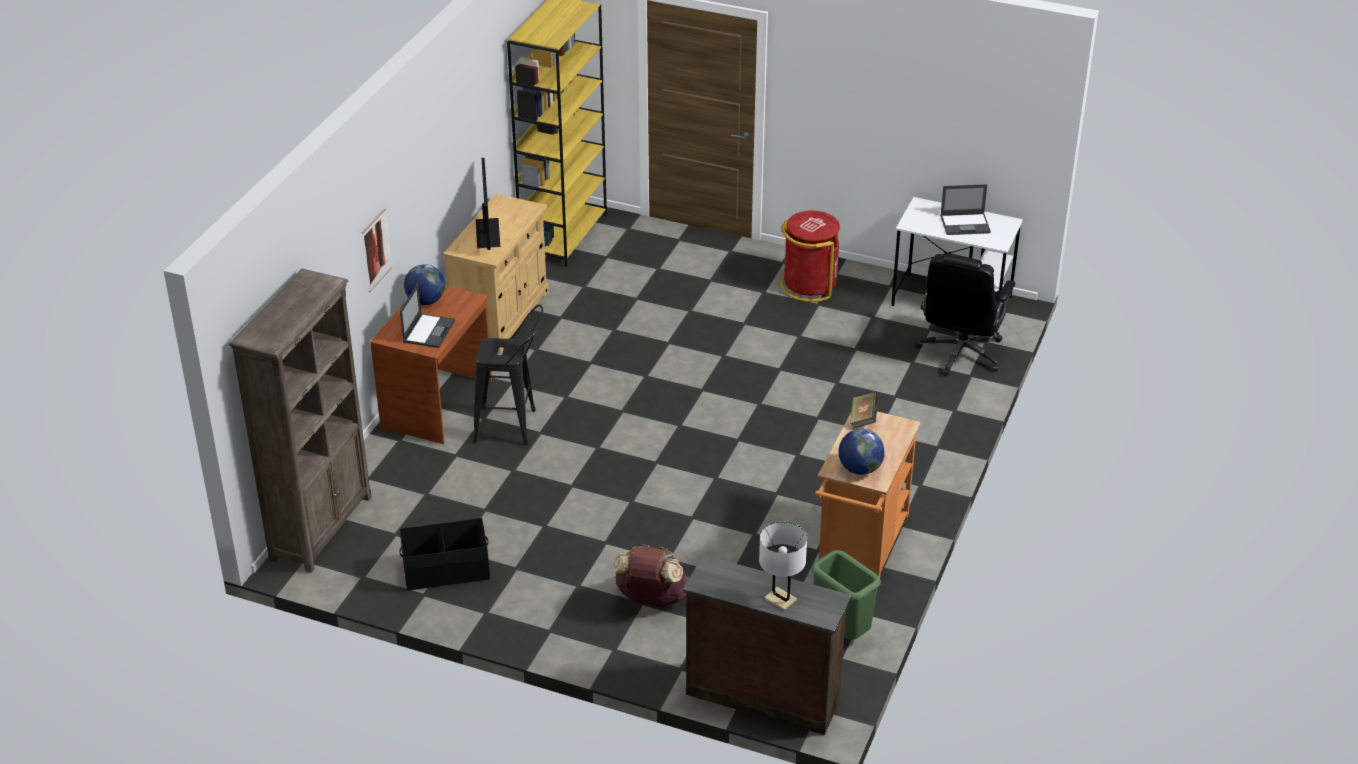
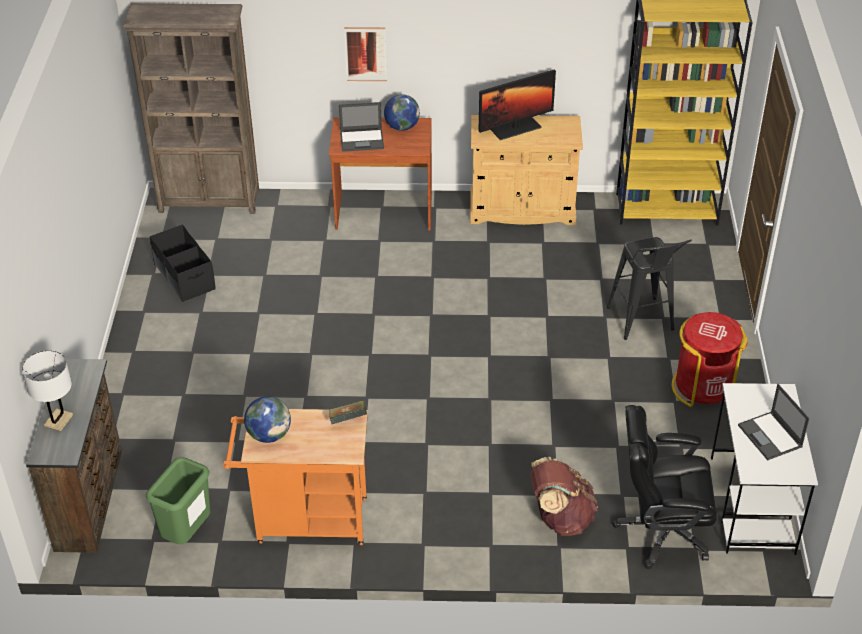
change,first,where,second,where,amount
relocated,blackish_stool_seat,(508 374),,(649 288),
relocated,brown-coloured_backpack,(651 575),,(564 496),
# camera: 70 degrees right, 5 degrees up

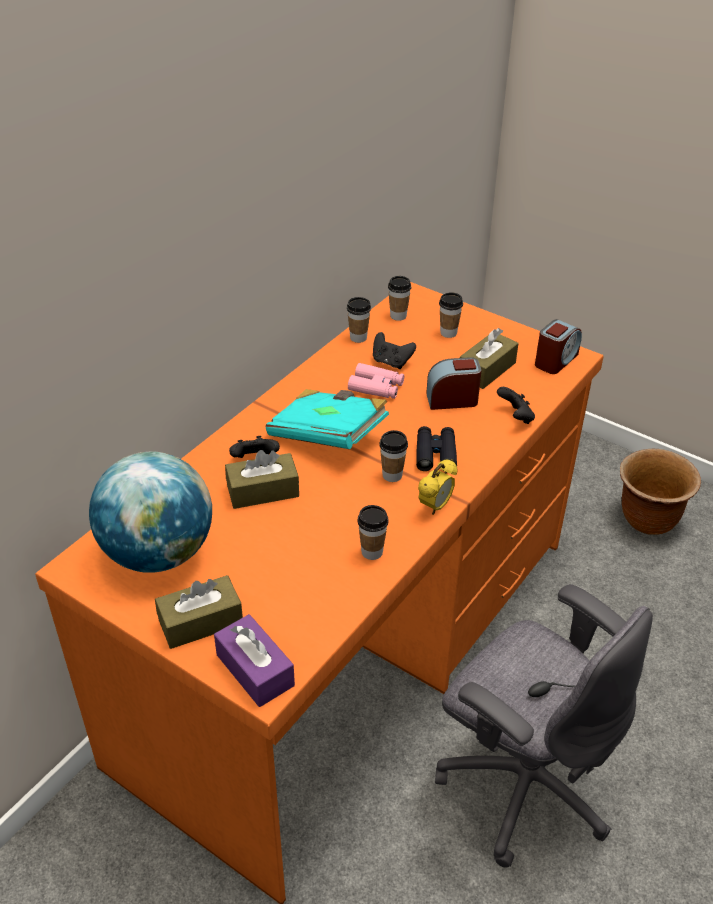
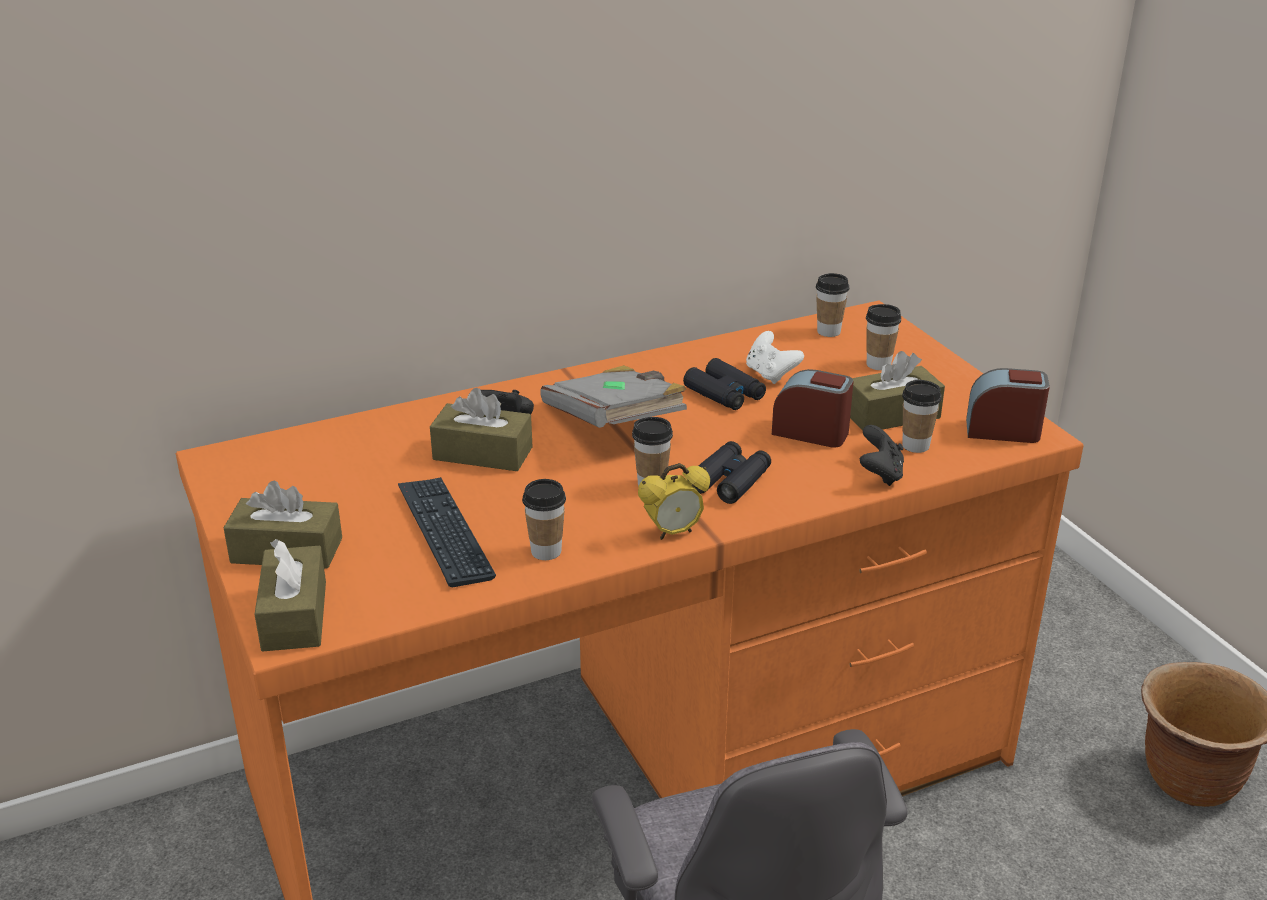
change,first,where,second,where,amount
relocated,cup,(359 320),,(922 416),
spun,bedside_clock,(558 346),,(1008 405),150 degrees counterclockwise
colour,blackish_gamepad,(394 350),white-coloured_gamepad,(775 357),
colour,pinkish_pair_of_binoculars,(376 381),blackish_pair_of_binoculars,(724 384),
colour,turquoise-coloured_bound_book,(327 419),greyish_bound_book,(614 396),
missing,desk_globe,(150 512),,,
colour,purple-coloured_tissue_box,(254 660),brown-coloured_tissue_box,(290 595),
appeared,,,PC_keyboard,(447 532),
# camera: 30 degrees right, 10 degrees down

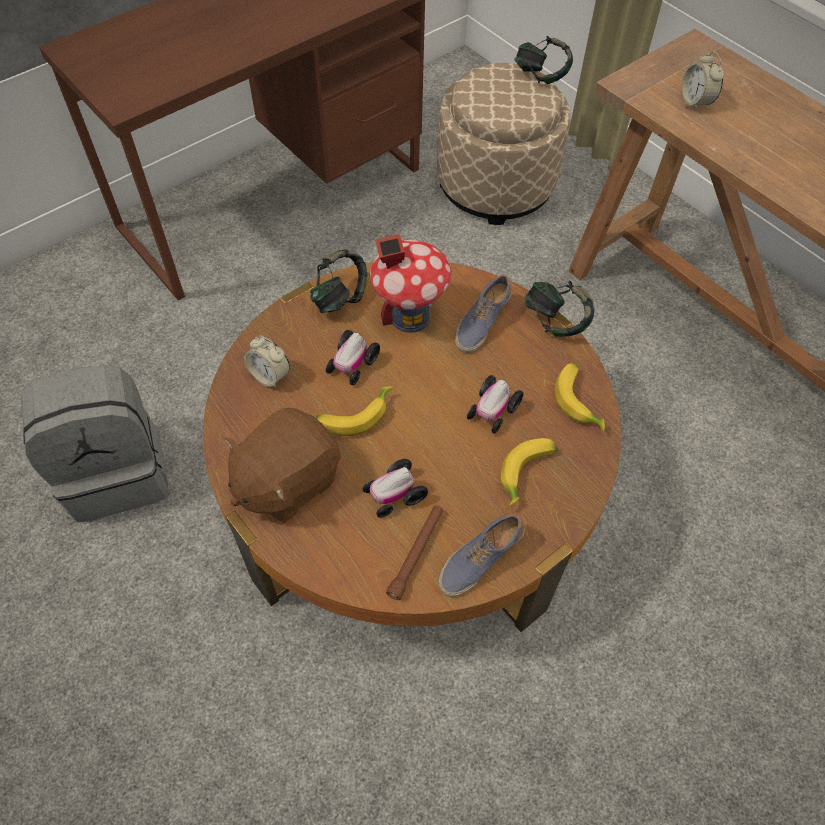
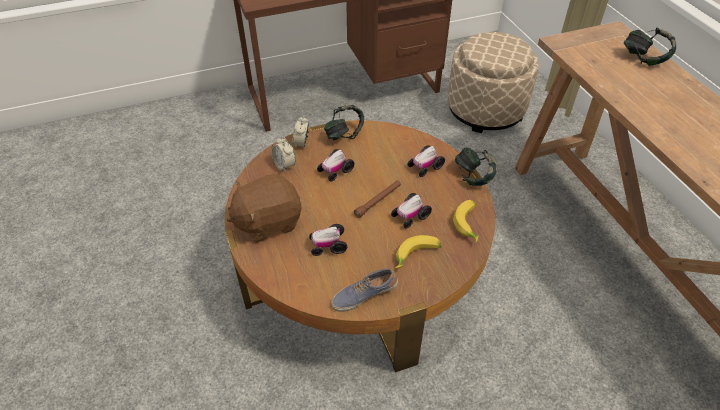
change,first,where,second,where,amount
relocated,pair_of_headphones,(543 60),,(650 47),
relocated,bedside_clock,(702 81),,(300 132),
missing,model_house,(411 283),,,
exchanged,item_of_footwear,(483 313),miniature_car,(426 161),
missing,greyish_backpack,(95 444),,,
missing,banana,(355 411),,,
relocated,brown-coloured_hand_torch,(414 553),,(377 199),
# camera: 20 degrees right, 10 degrees down

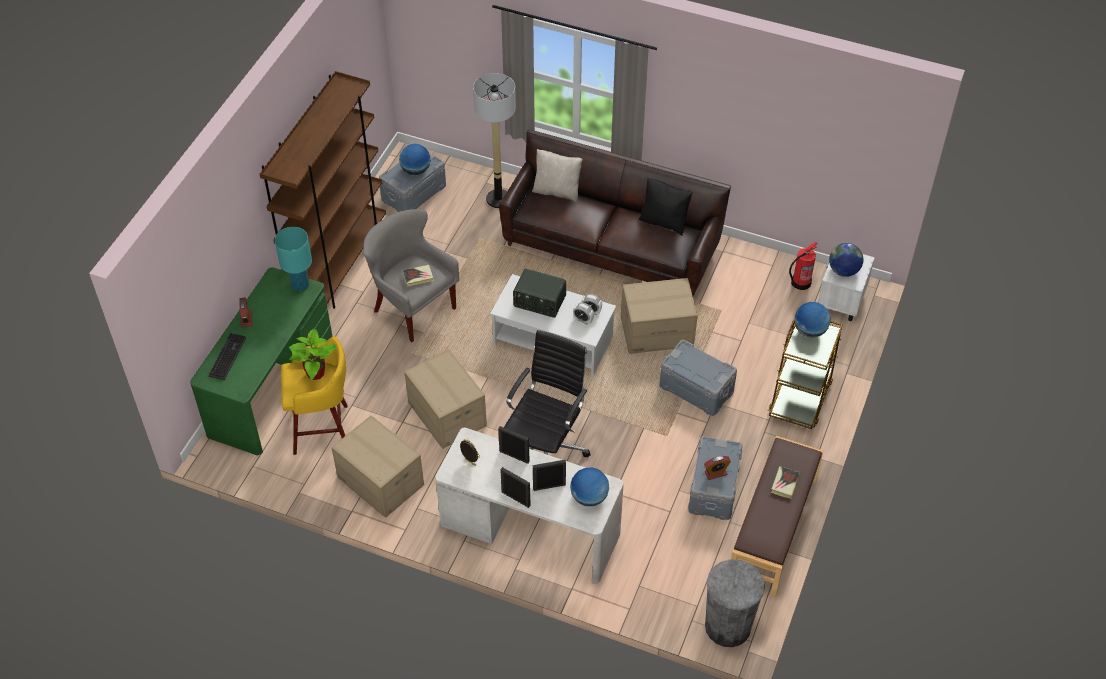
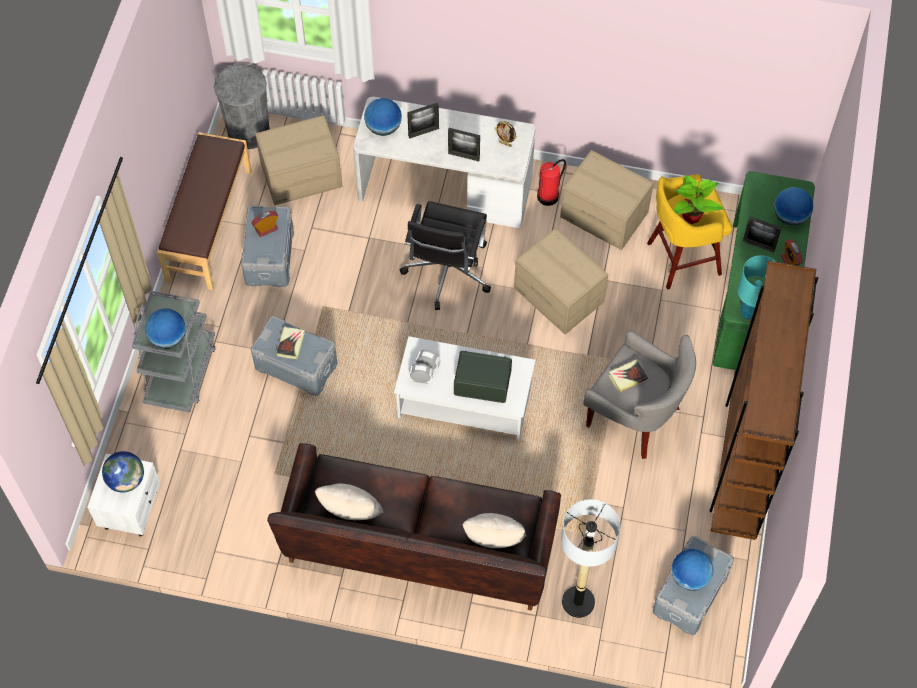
change,first,where,second,where,amount
colour,blackish_cushion,(665 206),beige-coloured_cushion,(349 502),
relocated,extinguisher,(803 265),,(551 182),
relocated,packing_box,(659 316),,(299 160),
colour,brown-coloured_wheeled_cart,(806 374),greyish_wheeled_cart,(174 352),
exchanged,PC_keyboard,(227 356),desk_globe,(793 206),
relocated,bound_book,(785 482),,(290 343),
relocated,picture_frame,(515 487),,(762 234),
# camera: 170 degrees right, 10 degrees up

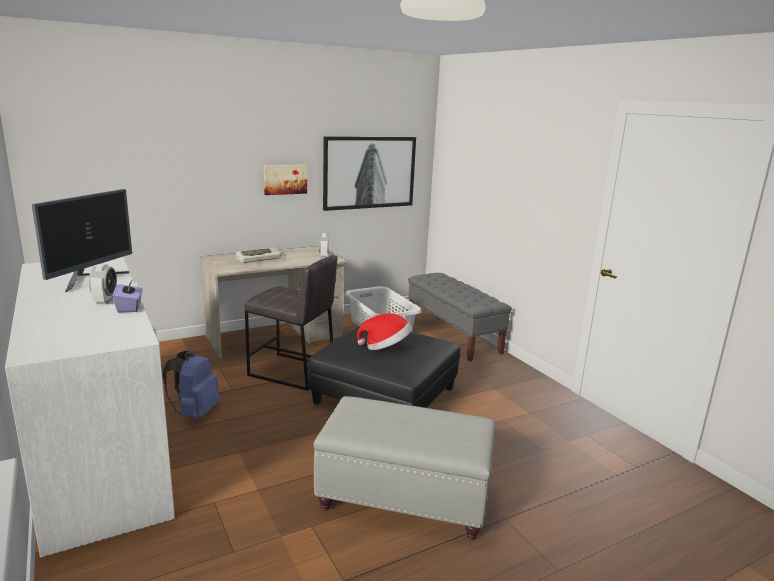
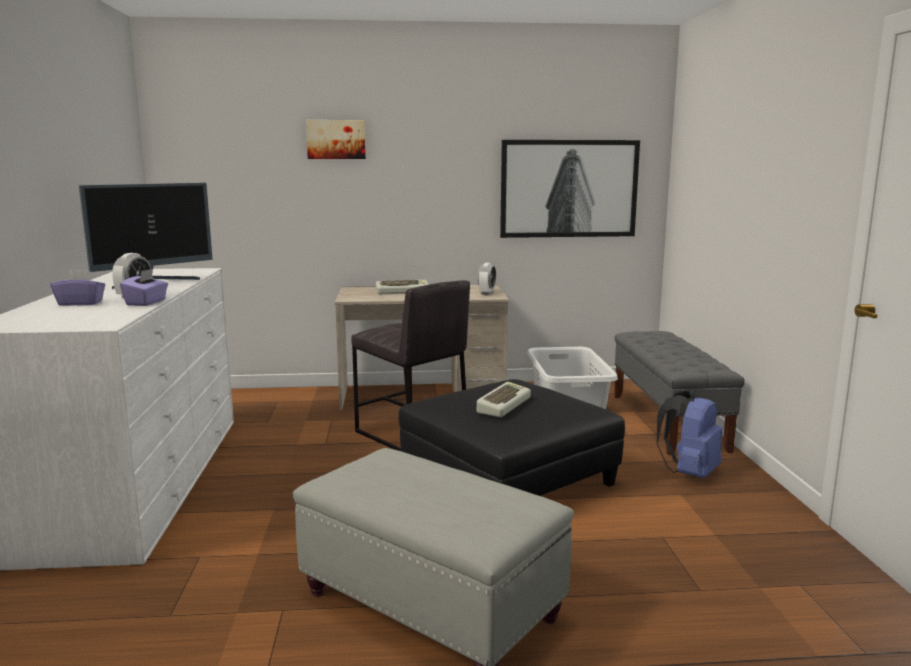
change,first,where,second,where,amount
relocated,picture,(285 180),,(336 139),
exchanged,wearable_hat,(384 331),PC_keyboard,(504 399),
relocated,blue_backpack,(191 384),,(690 434),
appeared,,,purple-coloured_tissue_box,(77 287),
# camera: 25 degrees right, 5 degrees down

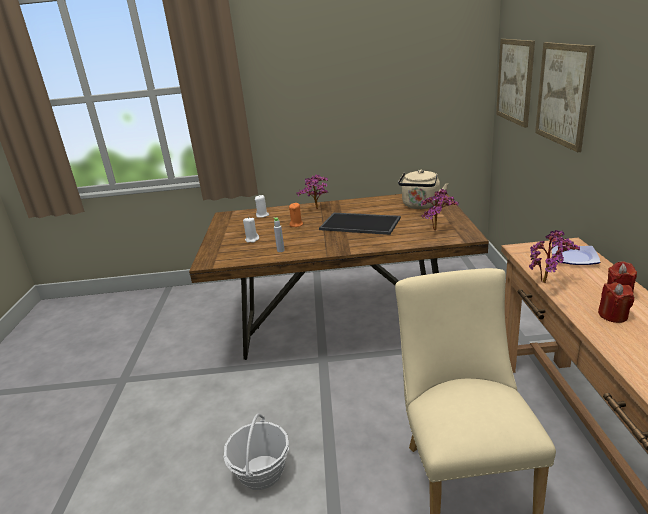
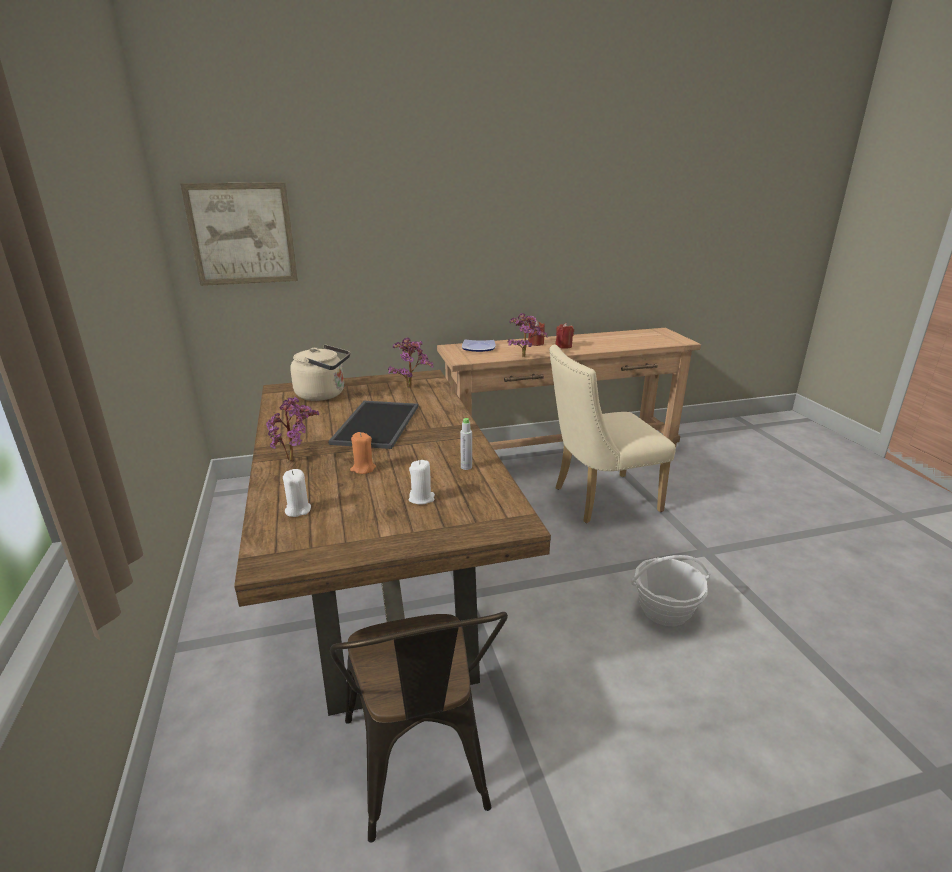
change,first,where,second,where,amount
missing,picture,(565 97),,,
appeared,,,brown-coloured_chair,(419 727),
# camera: 105 degrees left, 0 degrees up

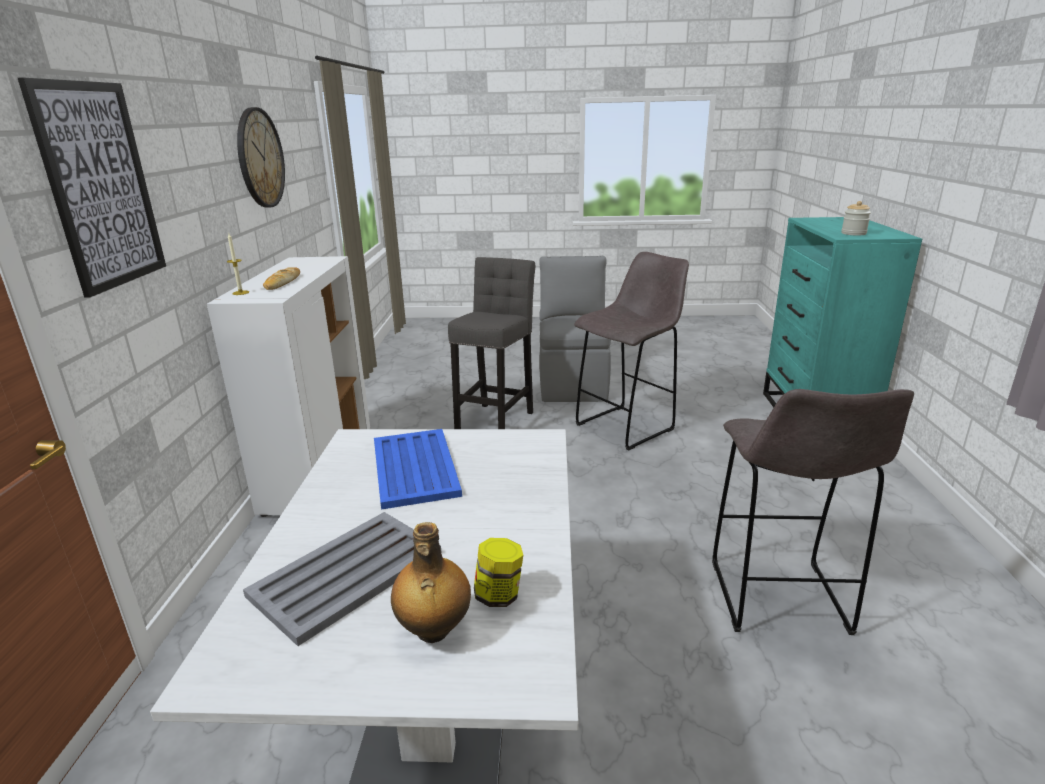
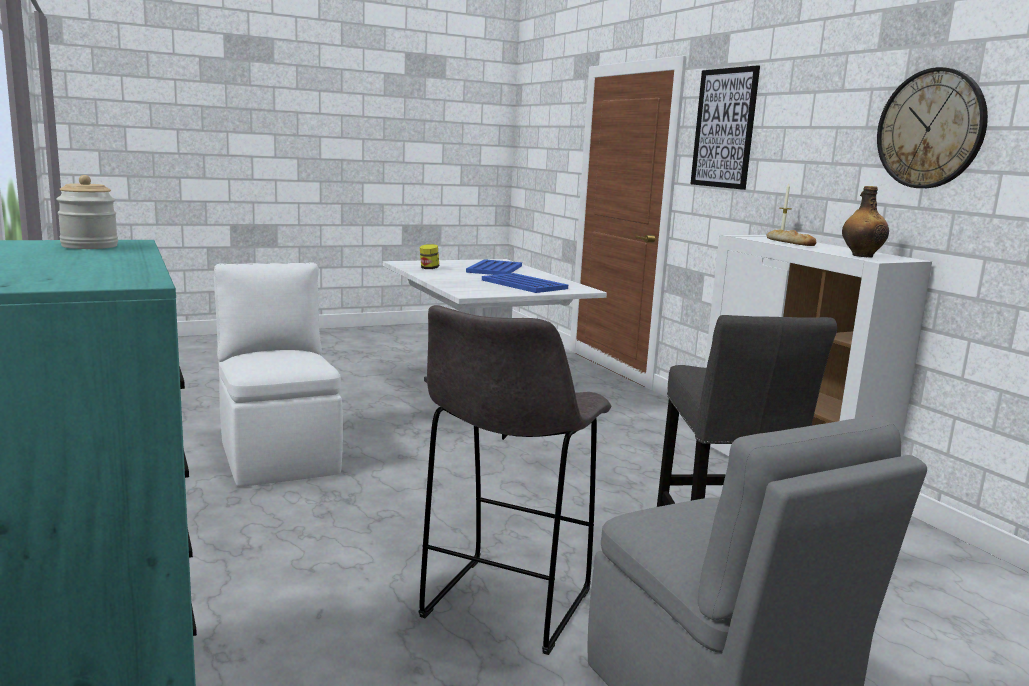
change,first,where,second,where,amount
exchanged,greyish_stool_seat,(813 512),white-coloured_chair,(278 374),
colour,greyish_serving_tray,(342 579),blue_serving_tray,(494 267),
relocated,beverage_bottle,(431 582),,(865 221),
# camera: 150 degrees right, 10 degrees down

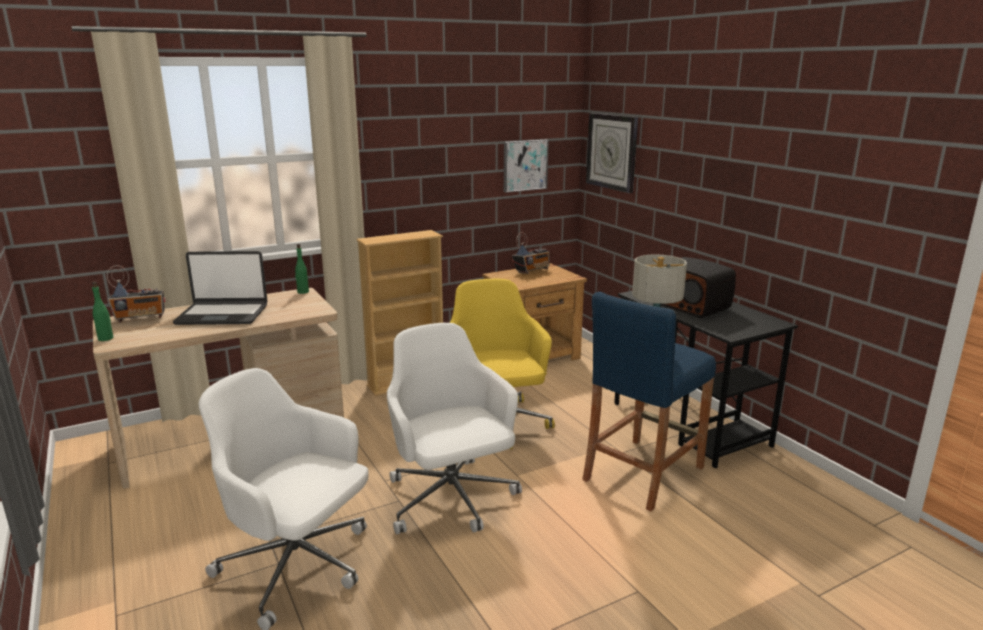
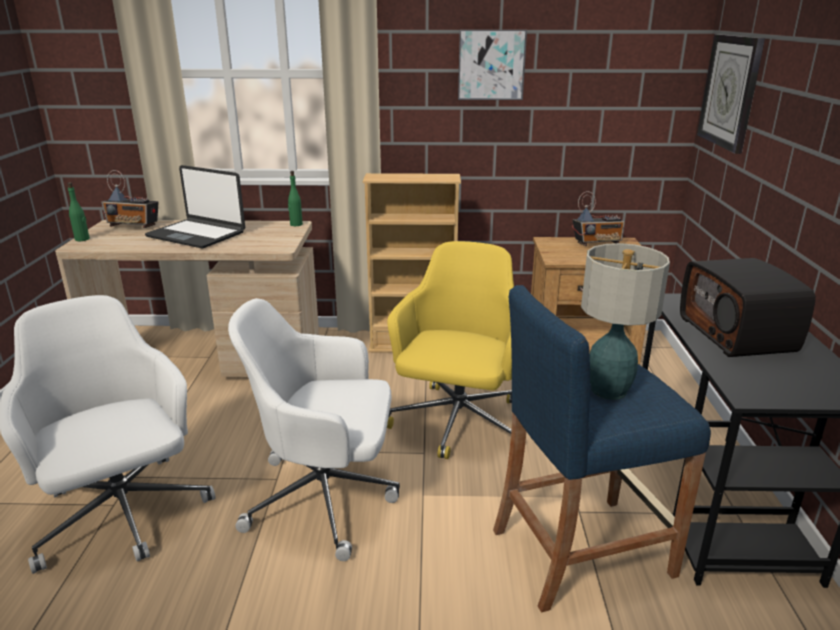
change,first,where,second,where,amount
relocated,picture,(526 166),,(492 65),
spun,white-coloured_office_chair,(454 429),,(314 429),90 degrees counterclockwise
# camera: 30 degrees right, 5 degrees up

